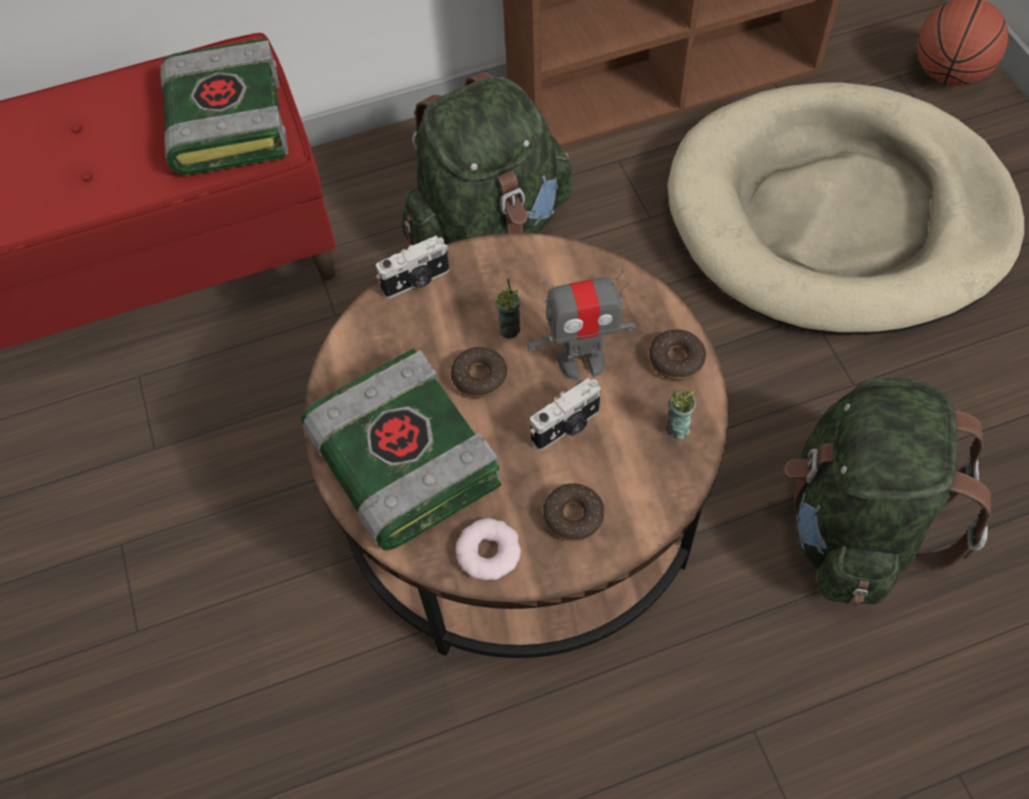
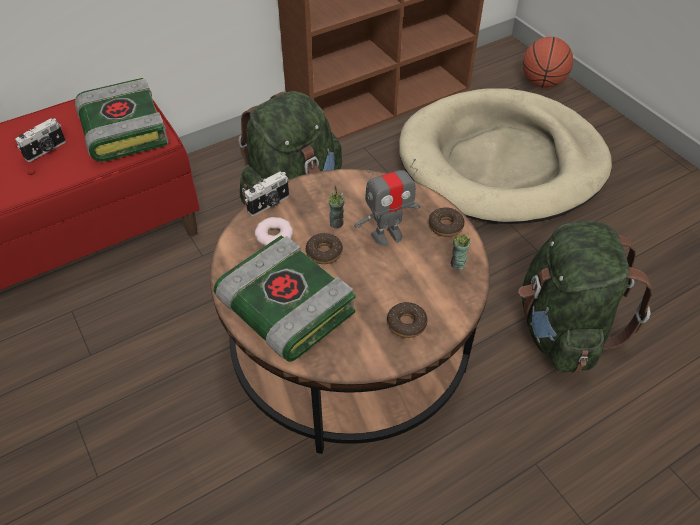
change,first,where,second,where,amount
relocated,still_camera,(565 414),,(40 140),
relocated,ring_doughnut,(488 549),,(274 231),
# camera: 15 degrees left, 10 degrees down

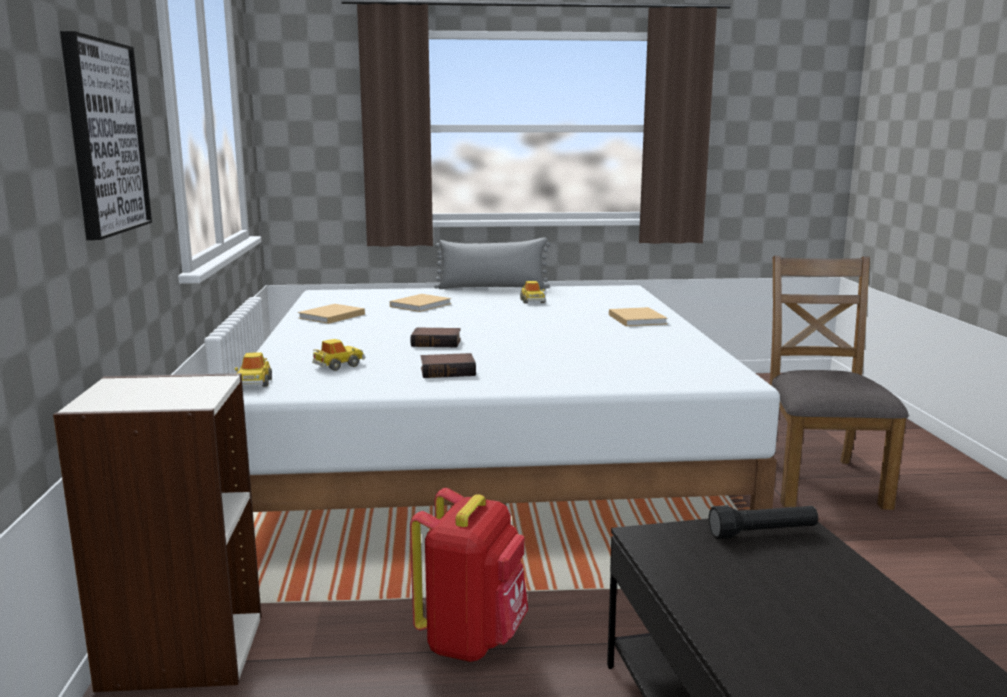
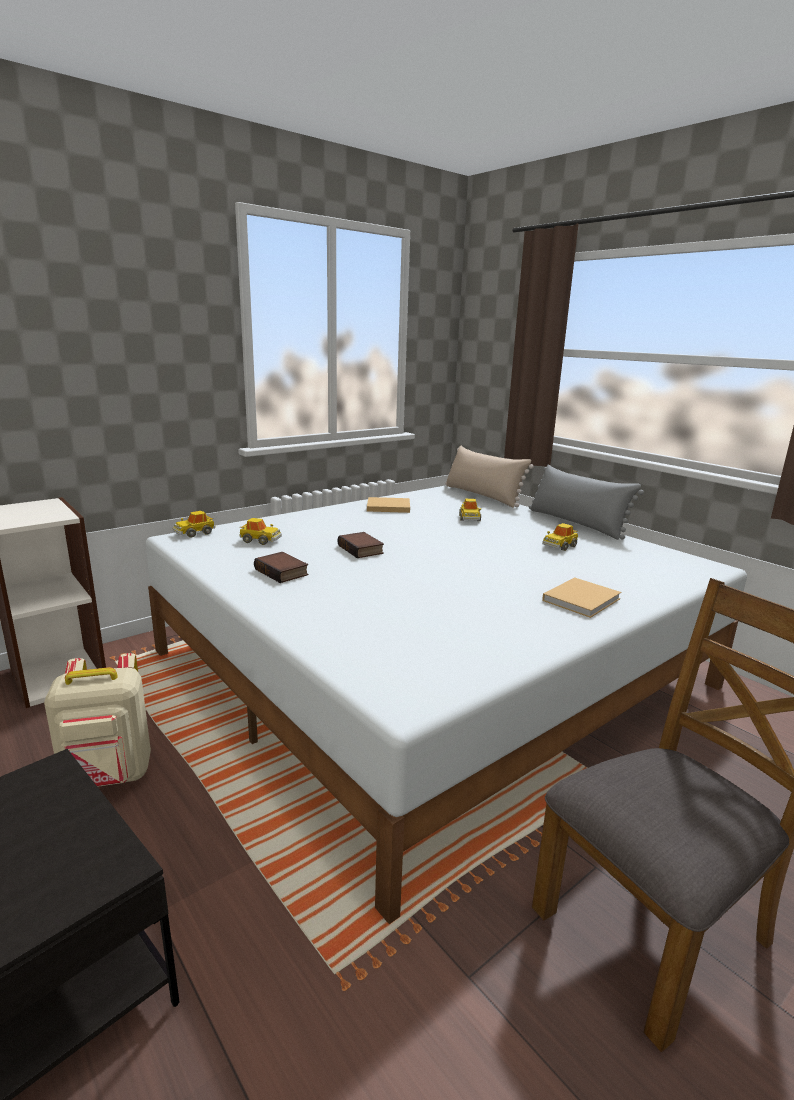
change,first,where,second,where,amount
missing,picture,(106 135),,,
exchanged,beige-coloured_bound_book,(420 303),miniature_car,(470 510),
colour,red_backpack,(469 575),beige-coloured_backpack,(97 720),
missing,blackish_hand_torch,(763 522),,,
appeared,,,beige-coloured_cushion,(489 476),
# camera: 55 degrees right, 5 degrees up

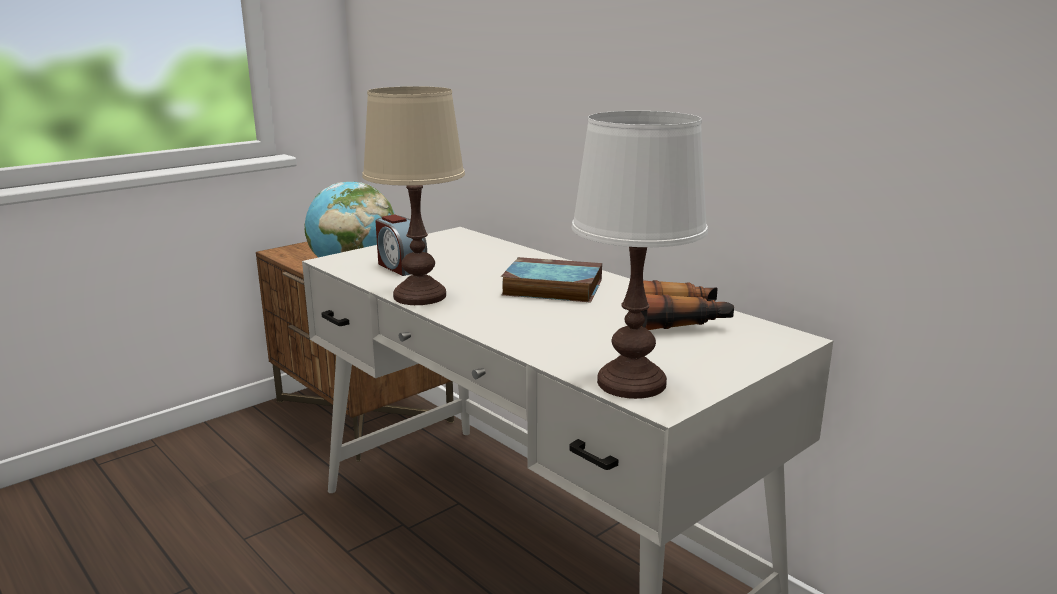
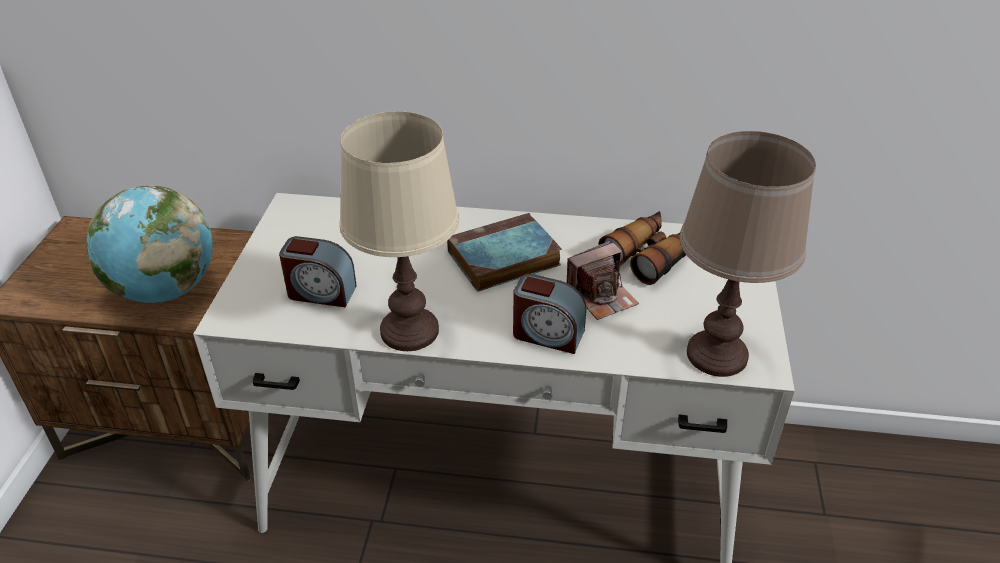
change,first,where,second,where,amount
colour,white-coloured_tabletop_lamp,(640 255),brown-coloured_tabletop_lamp,(748 254),
appeared,,,still_camera,(603 280),
appeared,,,bedside_clock,(549 314),
# camera: 40 degrees left, 20 degrees up

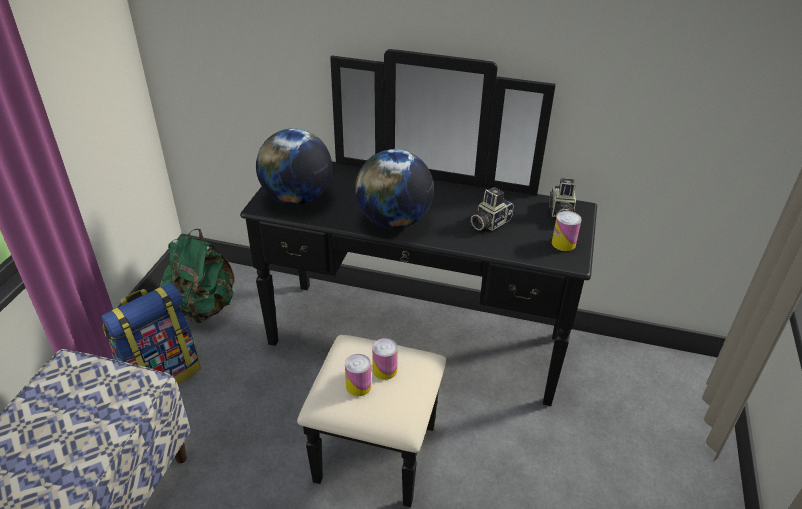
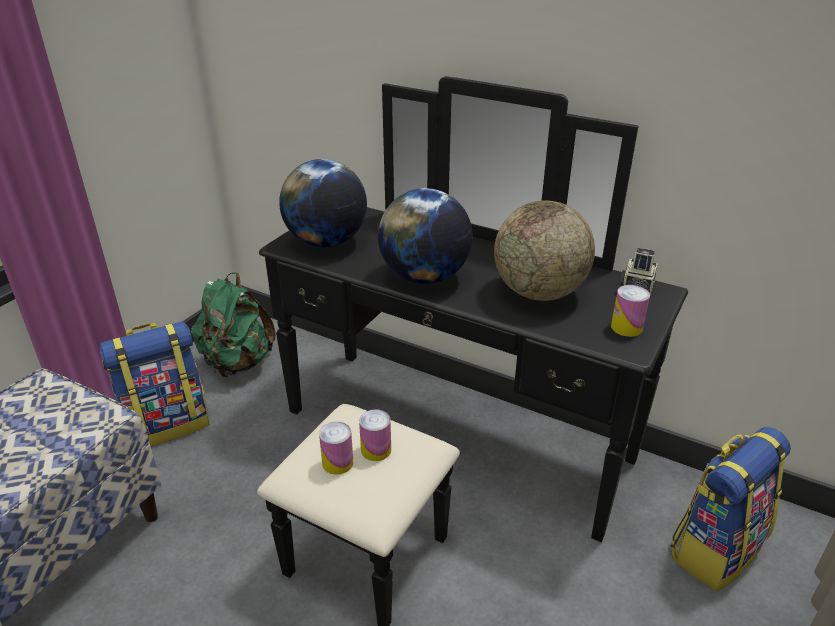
change,first,where,second,where,amount
exchanged,still_camera,(492 209),desk_globe,(544 250),
appeared,,,backpack,(731 509),
# camera: 15 degrees right, 5 degrees down

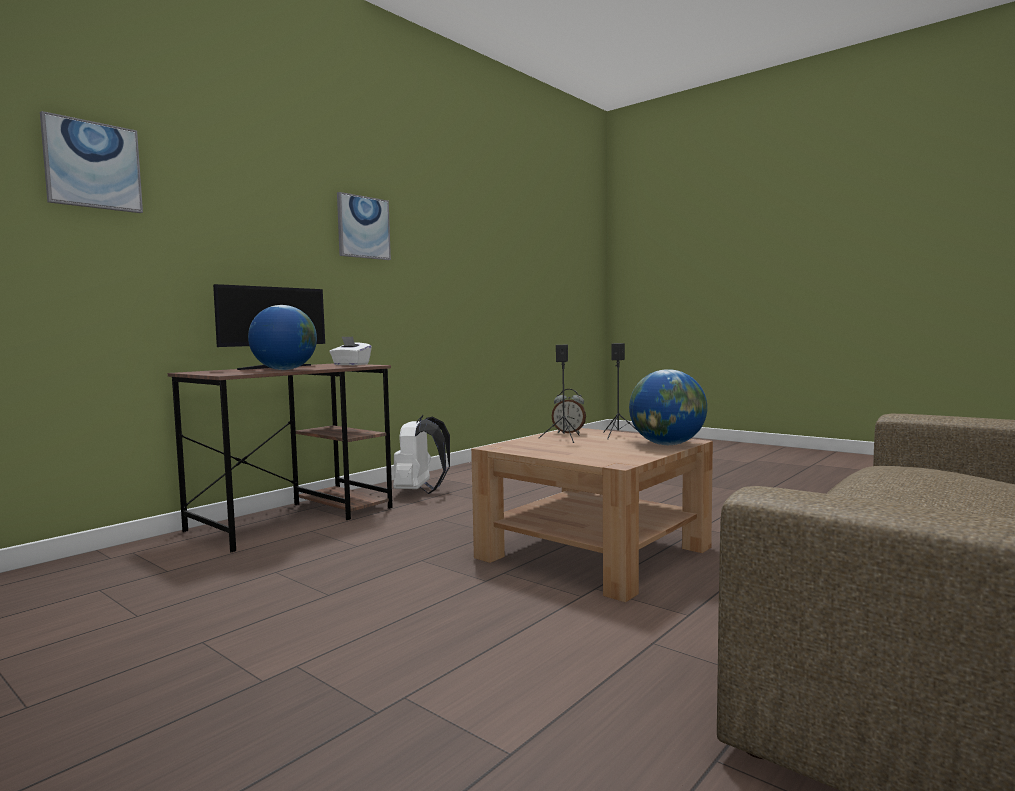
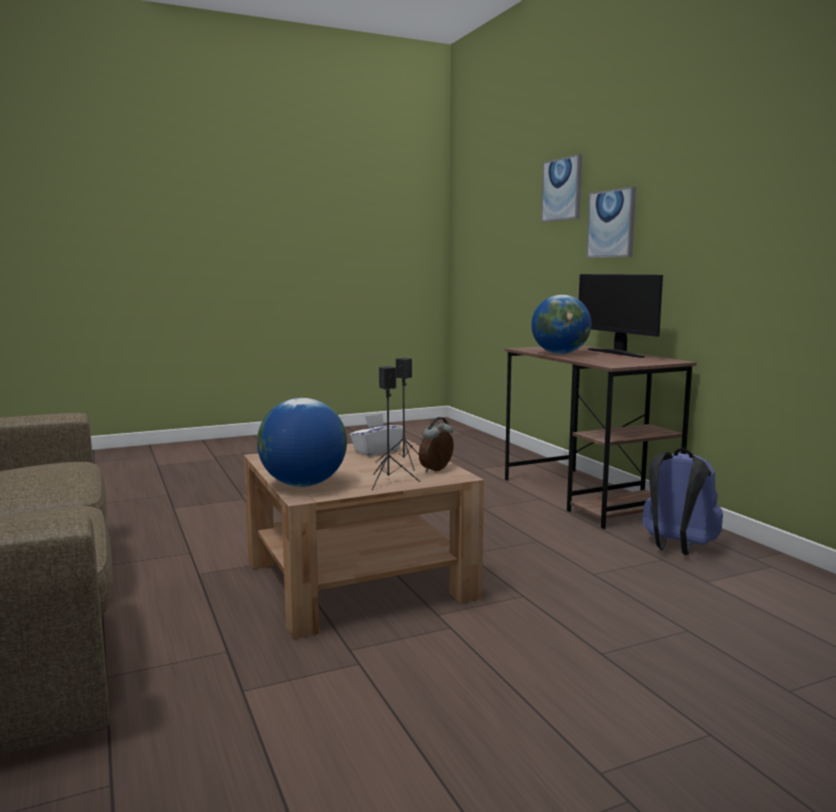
change,first,where,second,where,amount
relocated,picture,(364 226),,(611 222),
relocated,white-coloured_tissue_box,(351 351),,(376 434),
colour,white-coloured_backpack,(421 454),blue_backpack,(682 501),
# camera: 115 degrees right, 5 degrees up

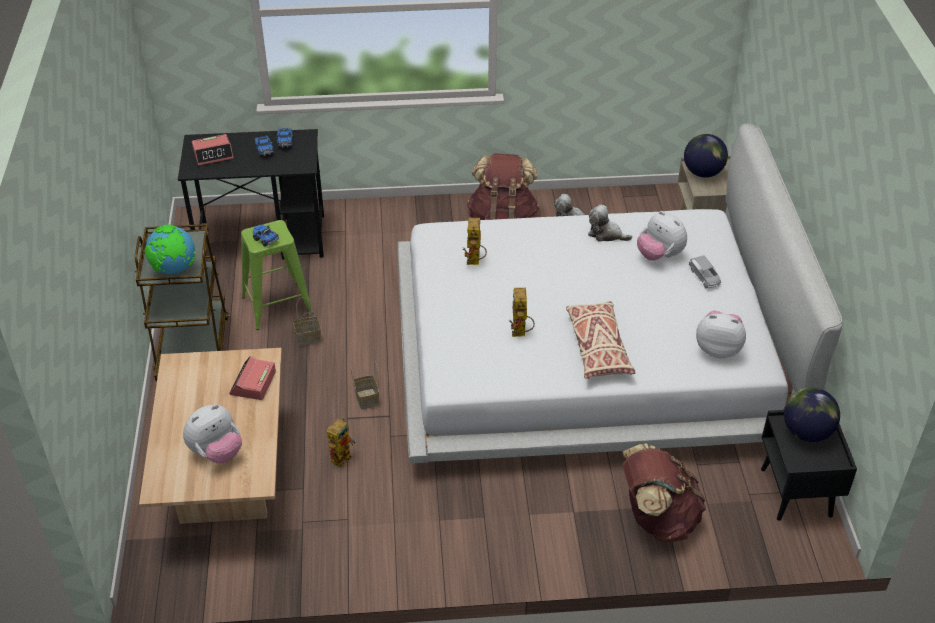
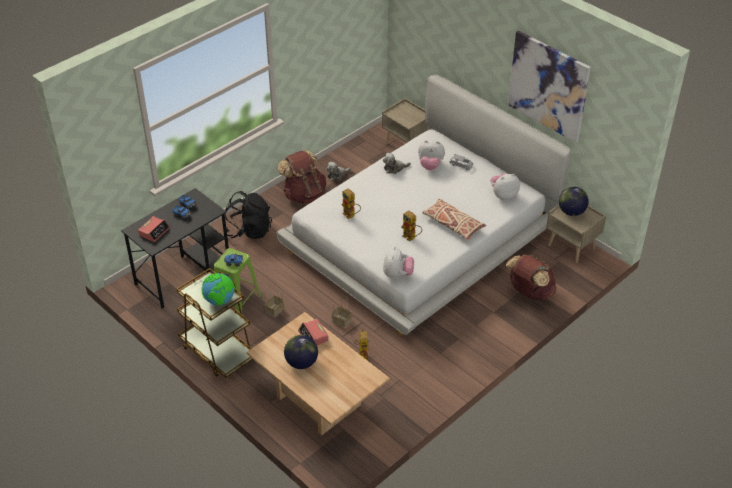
change,first,where,second,where,amount
relocated,desk_globe,(706 156),,(301 352),
relocated,soft_toy,(212 433),,(398 262),
colour,blackish_night_table,(809 465),beige-coloured_night_table,(576 233),
appeared,,,picture,(549 87),
appeared,,,blackish_backpack,(248 215),
# camera: 40 degrees left, 0 degrees up

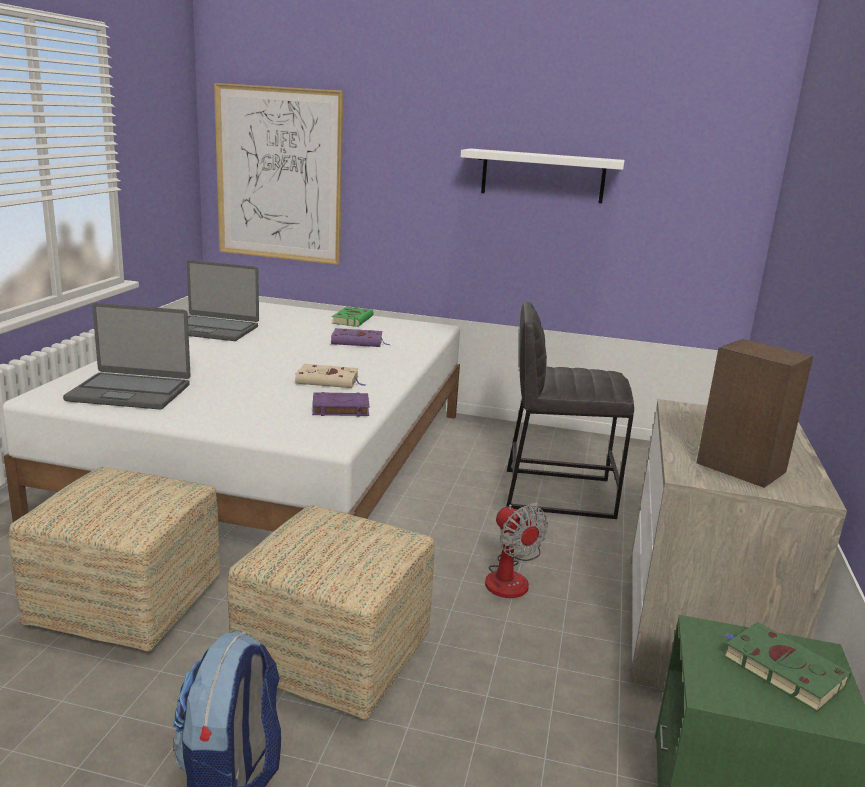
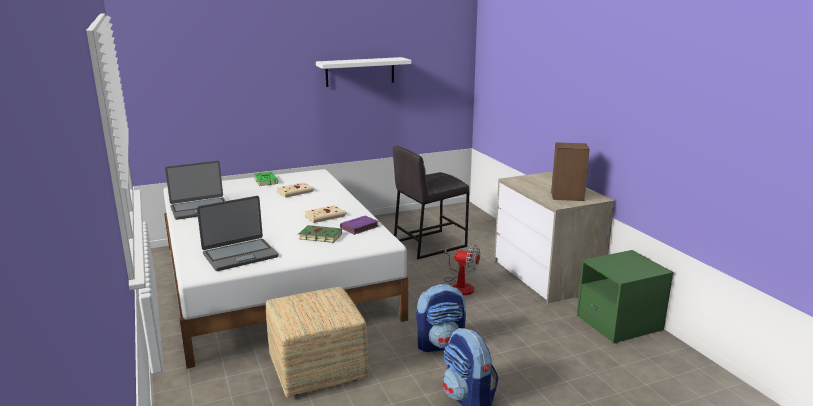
change,first,where,second,where,amount
missing,picture,(279 174),,,
colour,purple-coloured_bound_book,(360 337),beige-coloured_bound_book,(296 190),
exchanged,ottoman,(330 612),backpack,(441 318),
relocated,green-coloured_bound_book,(787 667),,(320 234),
# camera: 35 degrees left, 0 degrees up

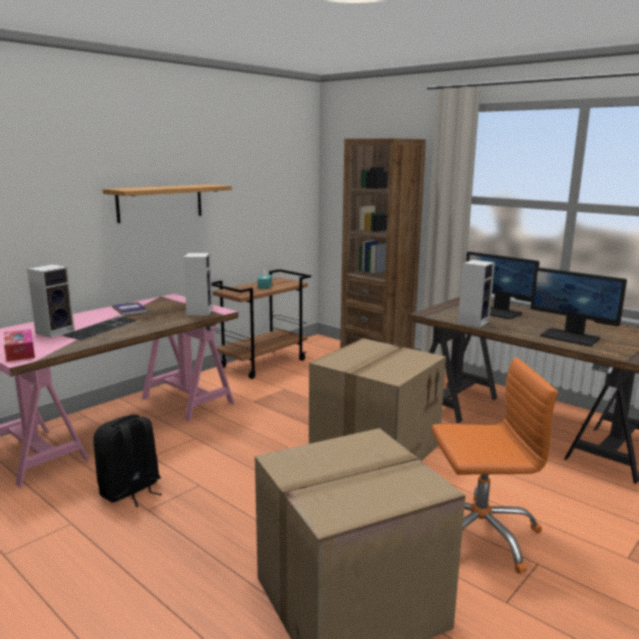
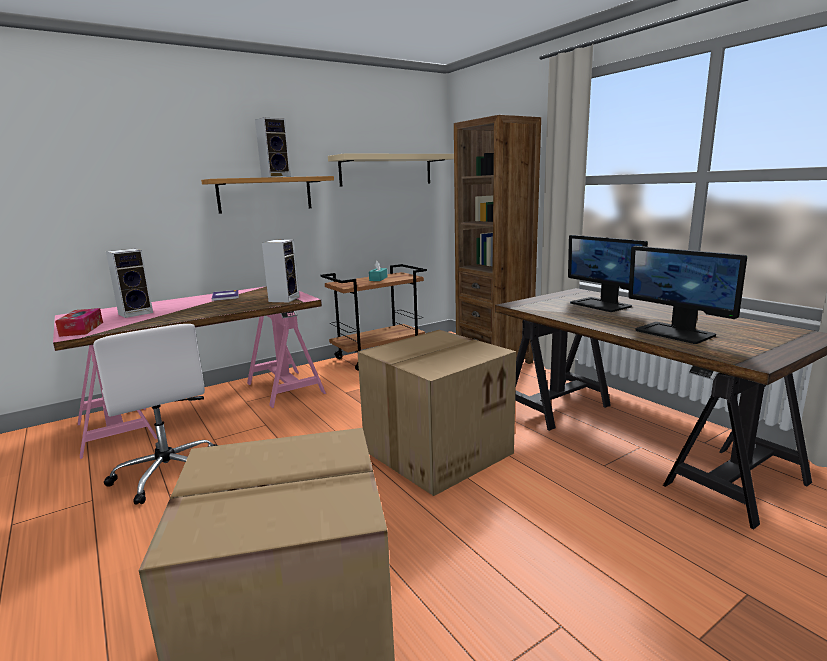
change,first,where,second,where,amount
relocated,audio_speaker,(476 293),,(273 147),
missing,PC_keyboard,(100 328),,,
missing,orange-coloured_office_chair,(495 466),,,
exchanged,blackish_backpack,(127 460),white-coloured_office_chair,(155 414),
appeared,,,beige-coloured_bracket_shelf,(391 169),
# camera: 15 degrees right, 0 degrees up

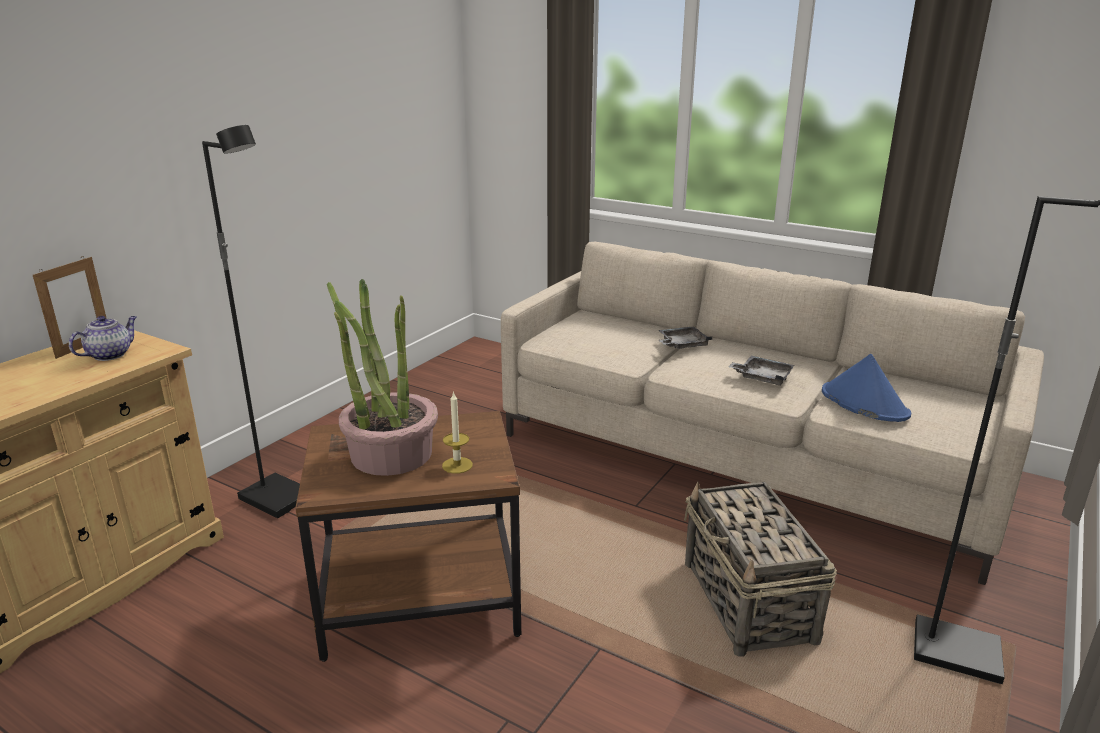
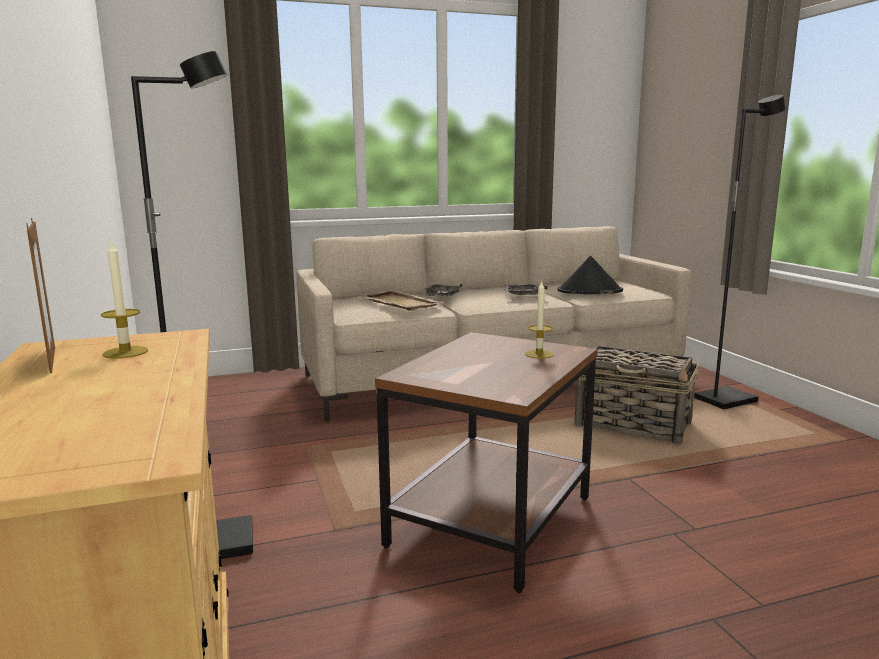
change,first,where,second,where,amount
missing,plant_in_a_pot,(382 377),,,
exchanged,teapot,(103 338),wax_candle,(124 300),
colour,blue_wearable_hat,(866 388),blackish_wearable_hat,(590 275),
appeared,,,beige-coloured_serving_tray,(400 300),
# camera: 50 degrees left, 10 degrees down

